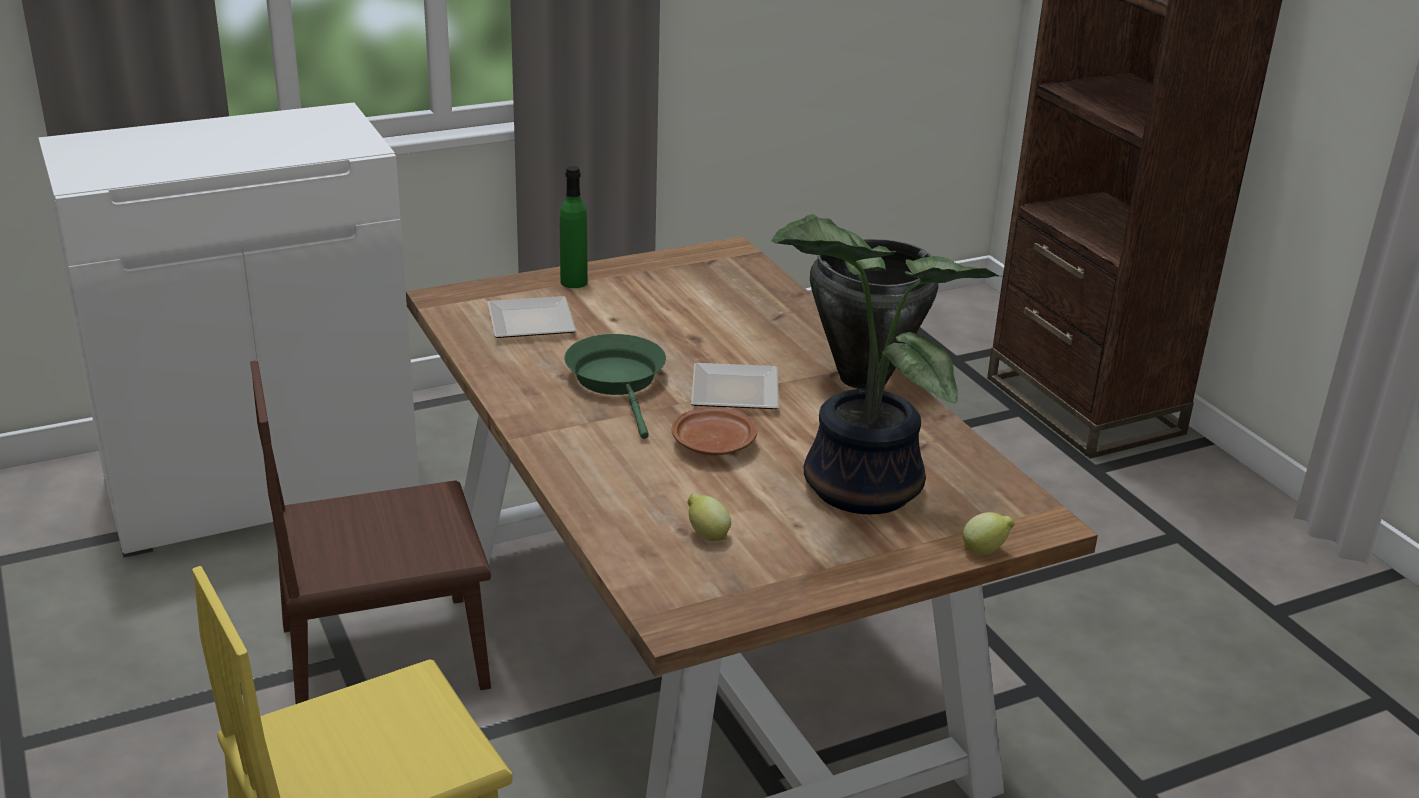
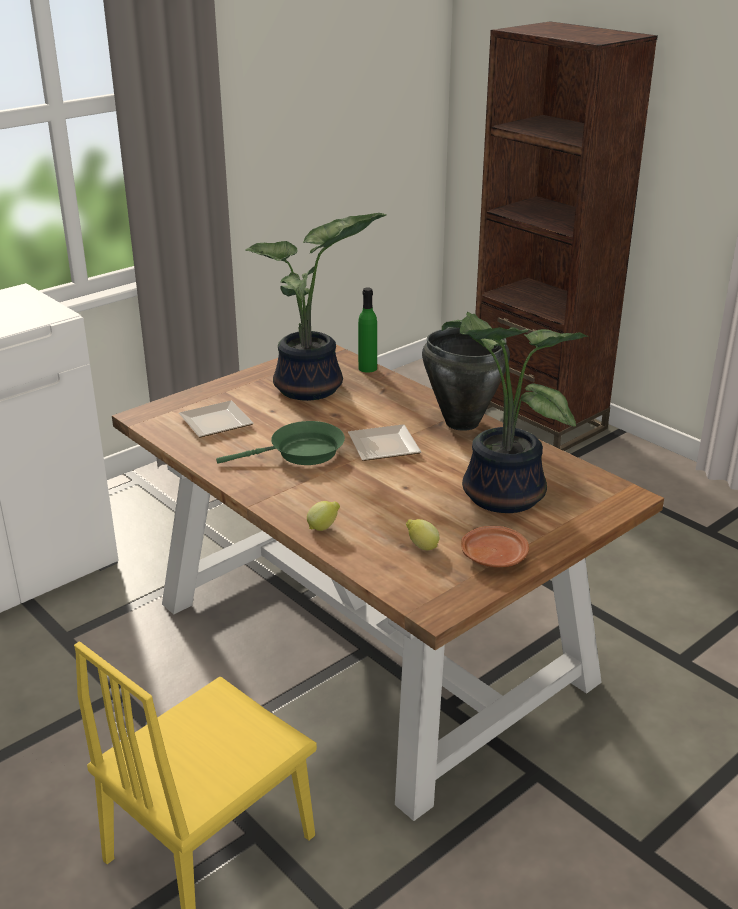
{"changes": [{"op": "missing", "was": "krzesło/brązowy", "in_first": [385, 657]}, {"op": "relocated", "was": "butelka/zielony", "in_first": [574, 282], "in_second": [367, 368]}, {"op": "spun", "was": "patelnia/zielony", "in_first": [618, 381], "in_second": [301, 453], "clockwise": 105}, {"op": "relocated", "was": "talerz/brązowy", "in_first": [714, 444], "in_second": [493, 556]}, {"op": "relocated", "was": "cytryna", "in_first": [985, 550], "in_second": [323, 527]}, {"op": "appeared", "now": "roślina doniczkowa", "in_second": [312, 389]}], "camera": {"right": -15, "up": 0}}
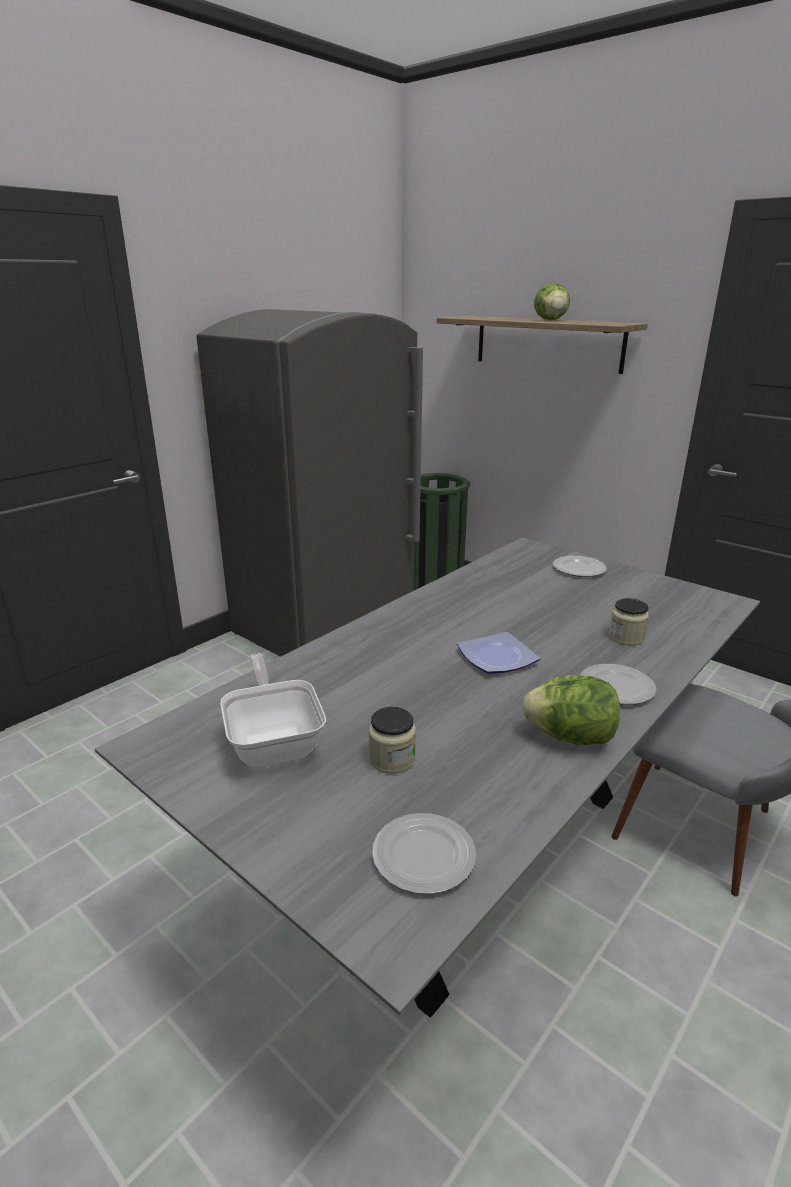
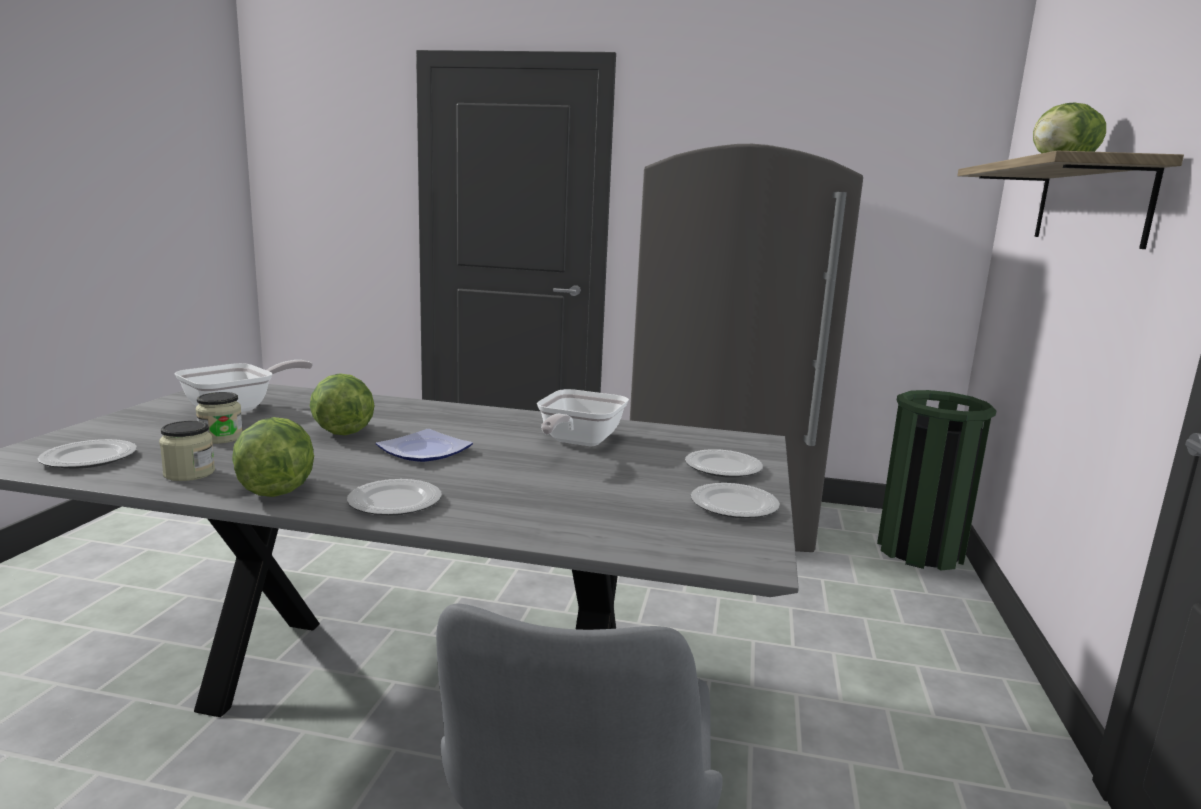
{"changes": [{"op": "relocated", "was": "słoik", "in_first": [626, 637], "in_second": [189, 473]}, {"op": "appeared", "now": "sałata", "in_second": [342, 431]}, {"op": "appeared", "now": "patelnia", "in_second": [577, 442]}, {"op": "appeared", "now": "talerz", "in_second": [734, 505]}], "camera": {"right": 60, "up": -10}}
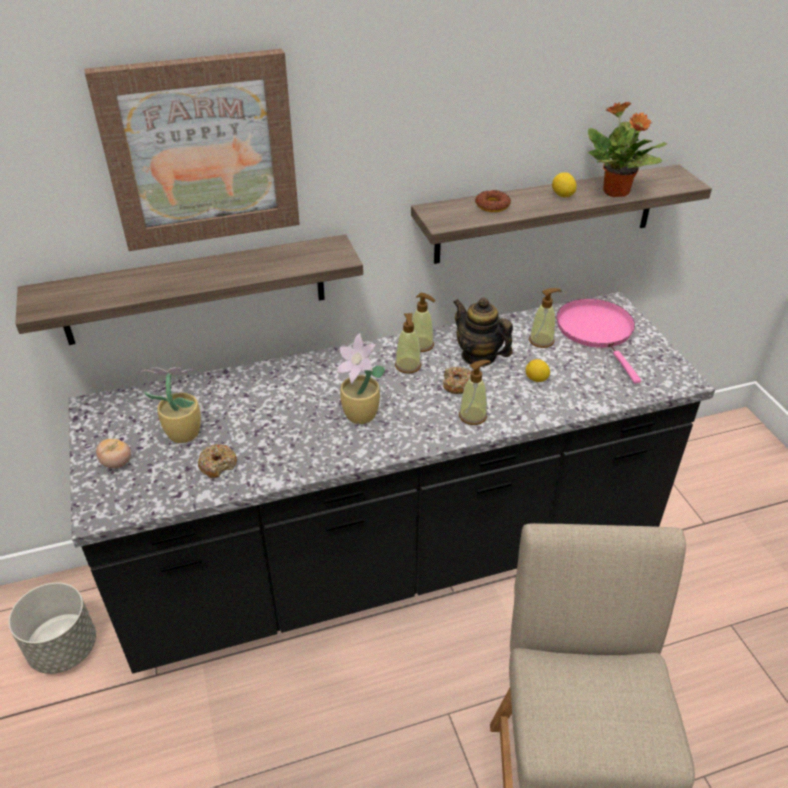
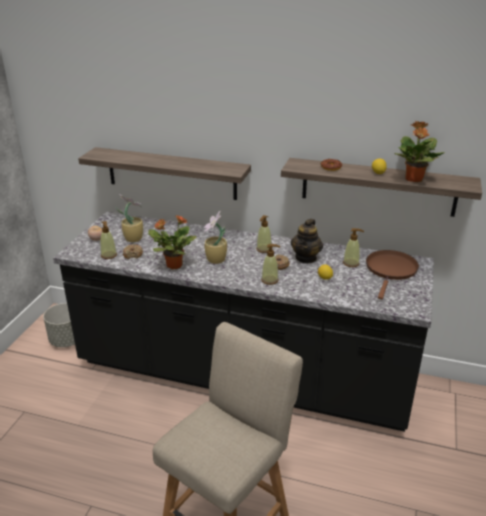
{"changes": [{"op": "missing", "was": "obraz", "in_first": [201, 151]}, {"op": "relocated", "was": "dozownik mydła", "in_first": [421, 345], "in_second": [109, 255]}, {"op": "spun", "was": "imbryk", "in_first": [479, 356], "in_second": [306, 258], "clockwise": -150}, {"op": "colour", "was": "patelnia/różowy", "now": "patelnia/brązowy", "in_first": [597, 331], "in_second": [391, 270]}, {"op": "appeared", "now": "roślina doniczkowa", "in_second": [173, 265]}], "camera": {"right": 35, "up": -10}}
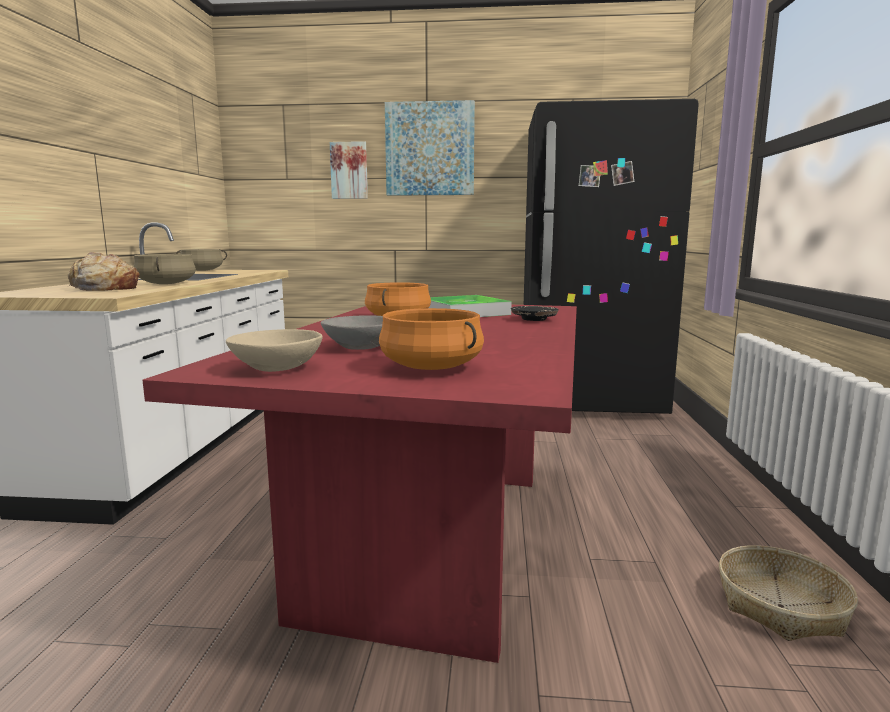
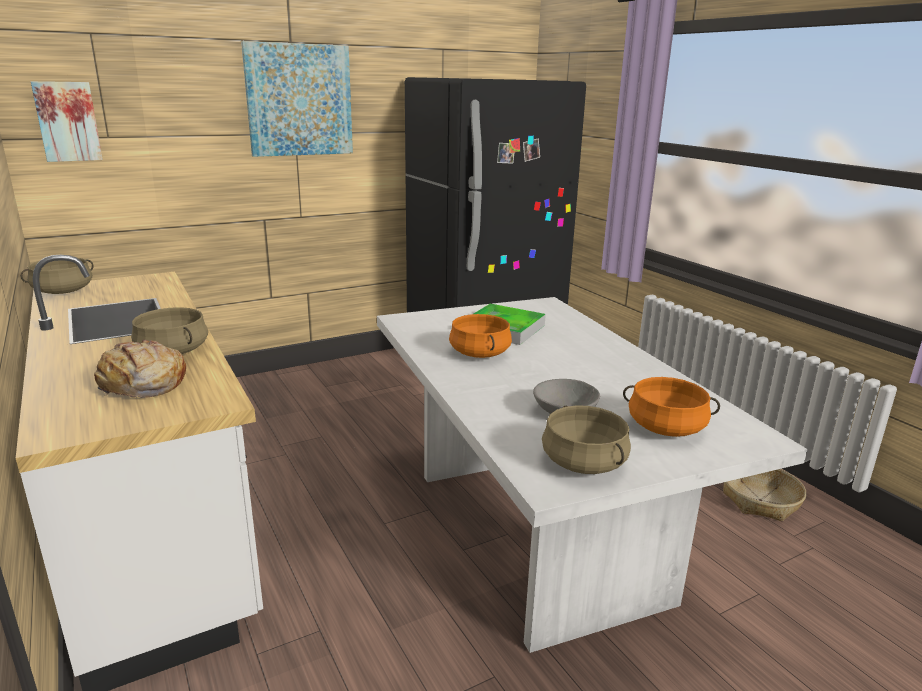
{"changes": [{"op": "colour", "was": "stół jadalny/czerwony", "now": "stół jadalny/biały", "in_first": [432, 537], "in_second": [533, 532]}, {"op": "exchanged", "was": "miska/beżowy", "now": "garnek/beżowy", "in_first": [277, 368], "in_second": [584, 463]}, {"op": "relocated", "was": "obraz", "in_first": [349, 170], "in_second": [67, 121]}, {"op": "missing", "was": "talerz/czarny", "in_first": [533, 319]}], "camera": {"right": -35, "up": 10}}
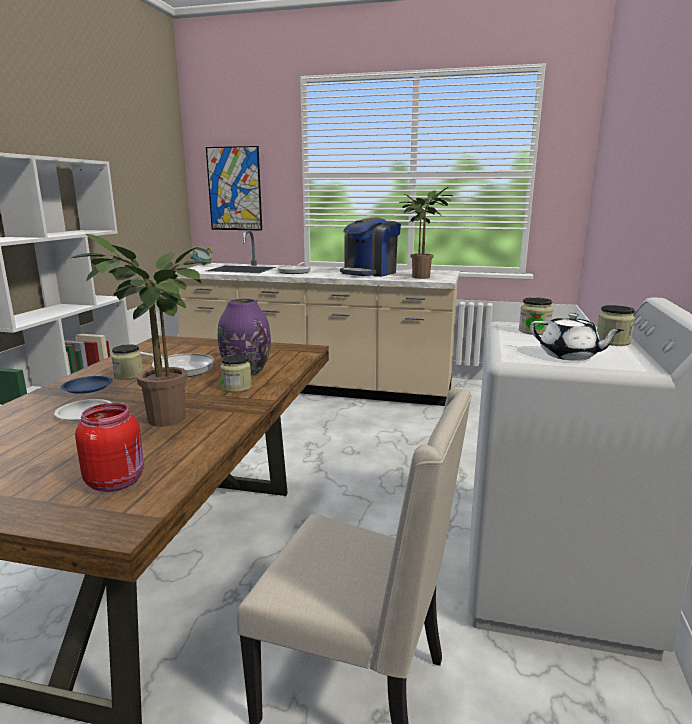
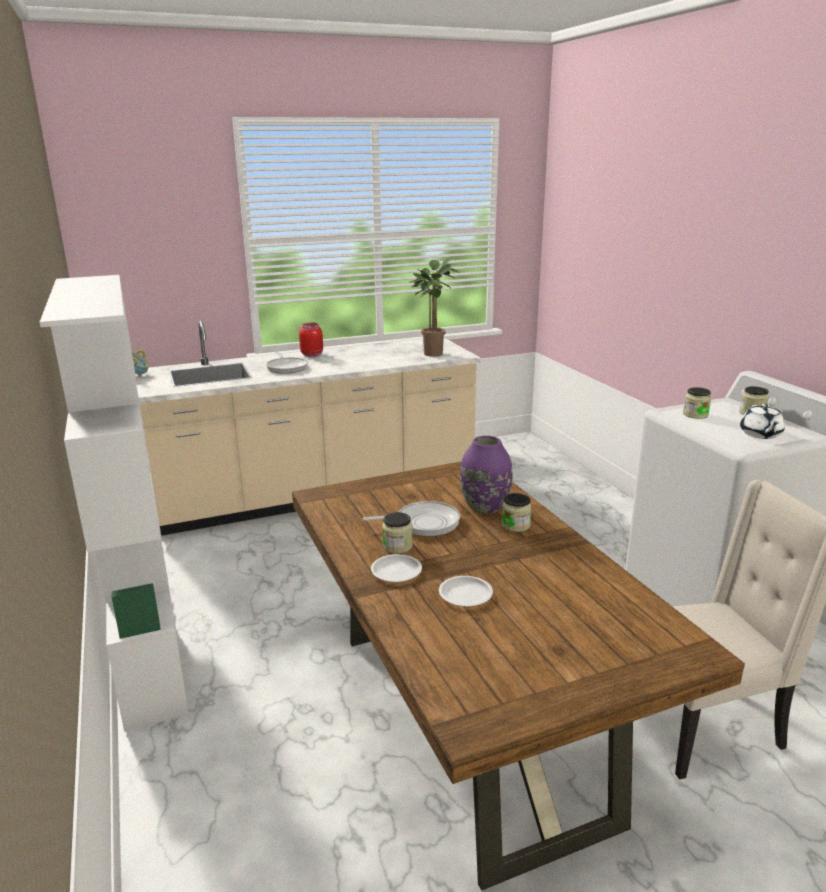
{"changes": [{"op": "colour", "was": "talerz/niebieski", "now": "talerz/biały", "in_first": [87, 388], "in_second": [396, 572]}, {"op": "missing", "was": "roślina doniczkowa", "in_first": [163, 421]}, {"op": "relocated", "was": "słoik/czerwony", "in_first": [116, 481], "in_second": [312, 354]}, {"op": "missing", "was": "obraz", "in_first": [234, 189]}, {"op": "missing", "was": "ekspres do kawy", "in_first": [370, 273]}, {"op": "spun", "was": "imbryk/biały", "in_first": [569, 356], "in_second": [760, 434], "clockwise": 90}], "camera": {"right": -35, "up": 5}}
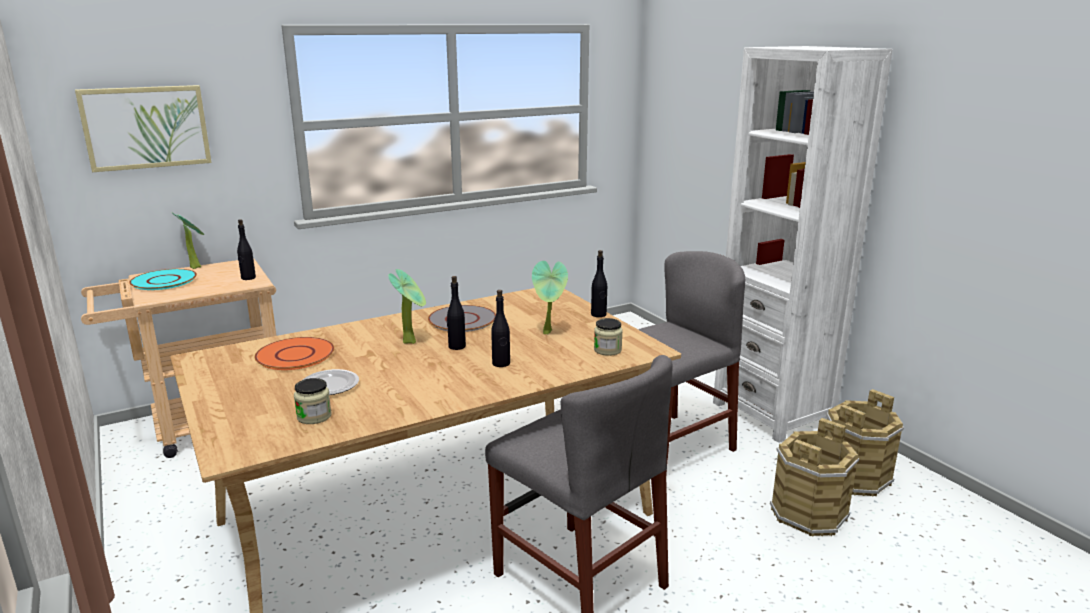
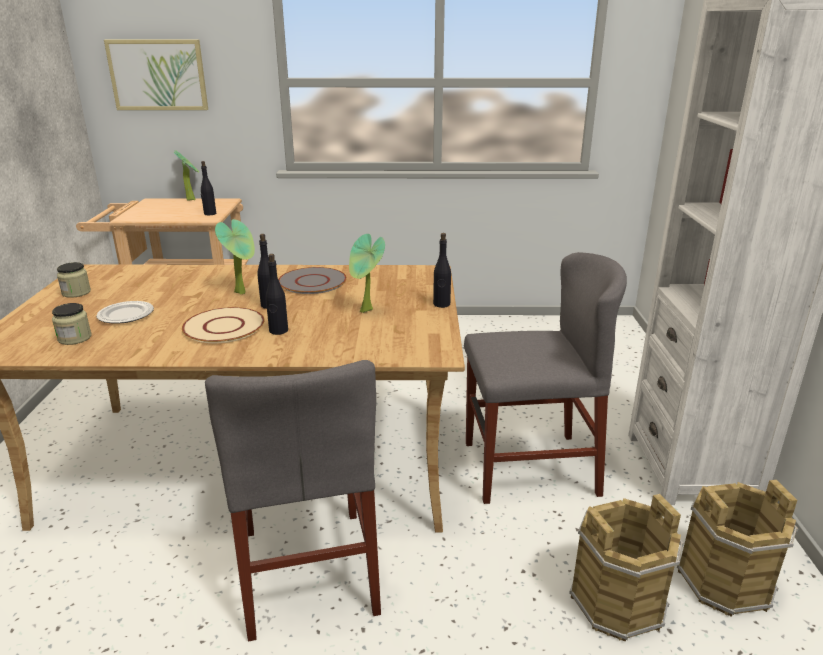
{"changes": [{"op": "missing", "was": "talerz/turkusowy", "in_first": [163, 281]}, {"op": "missing", "was": "talerz/pomarańczowy", "in_first": [295, 355]}, {"op": "relocated", "was": "słoik", "in_first": [607, 350], "in_second": [76, 292]}, {"op": "appeared", "now": "talerz/beżowy", "in_second": [224, 326]}], "camera": {"right": 30, "up": 5}}
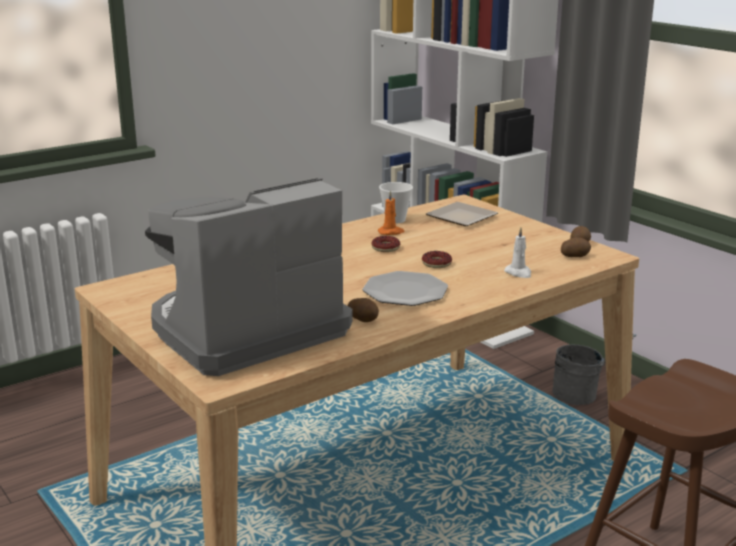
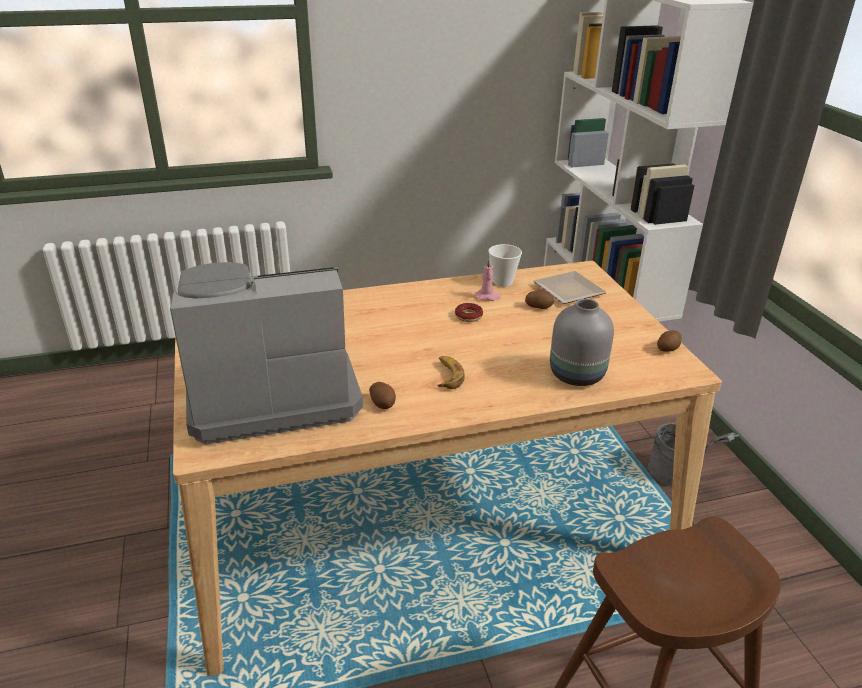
{"changes": [{"op": "exchanged", "was": "talerz", "now": "banan", "in_first": [405, 291], "in_second": [447, 376]}, {"op": "colour", "was": "świeca/pomarańczowy", "now": "świeca/różowy", "in_first": [391, 232], "in_second": [487, 297]}, {"op": "missing", "was": "donut", "in_first": [436, 263]}, {"op": "exchanged", "was": "świeca/biały", "now": "wazon/szary", "in_first": [518, 273], "in_second": [576, 376]}, {"op": "relocated", "was": "ziemniak", "in_first": [574, 256], "in_second": [538, 306]}], "camera": {"right": 20, "up": 10}}
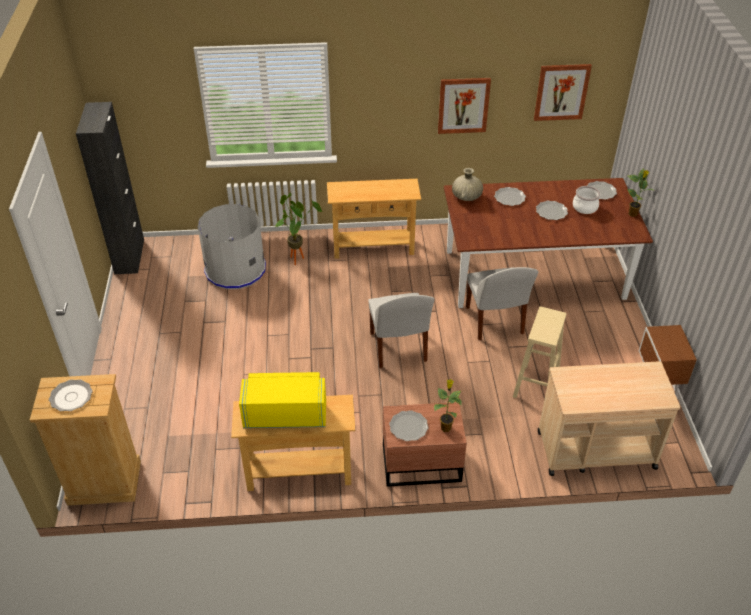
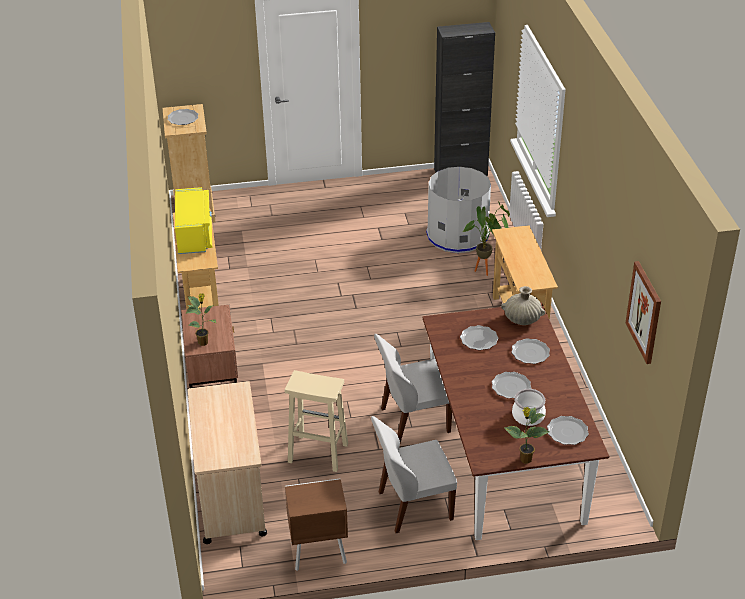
{"changes": [{"op": "relocated", "was": "krzesło/biały", "in_first": [398, 348], "in_second": [413, 506]}, {"op": "relocated", "was": "talerz", "in_first": [408, 427], "in_second": [478, 339]}, {"op": "missing", "was": "obraz", "in_first": [463, 105]}], "camera": {"right": 85, "up": -5}}
